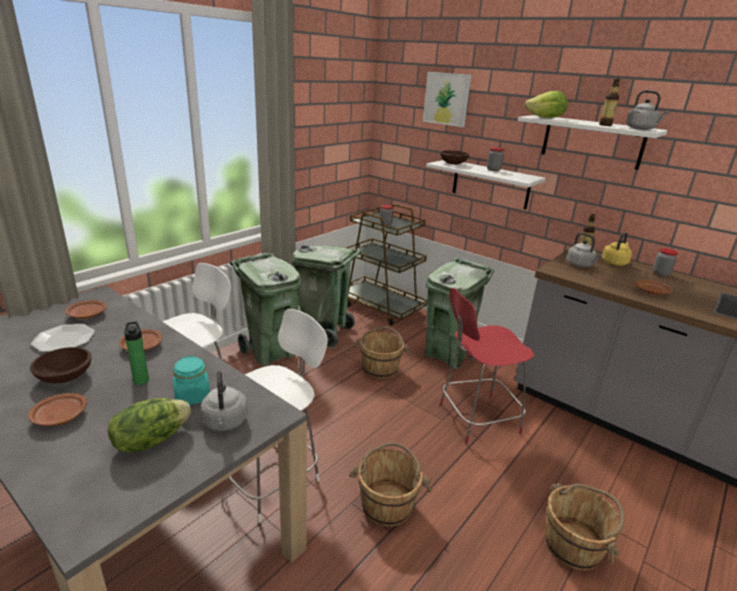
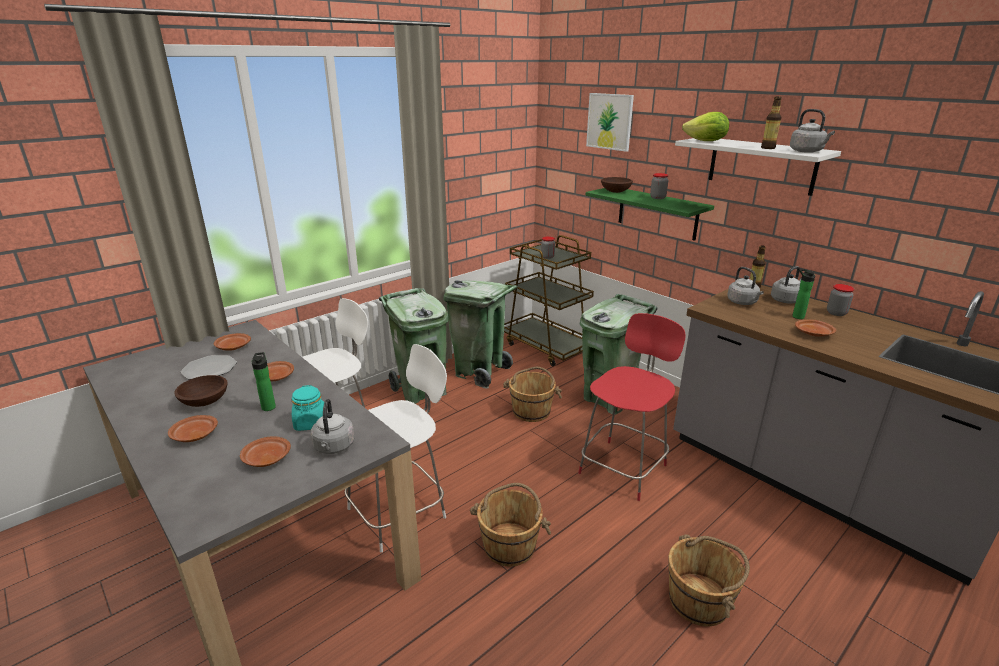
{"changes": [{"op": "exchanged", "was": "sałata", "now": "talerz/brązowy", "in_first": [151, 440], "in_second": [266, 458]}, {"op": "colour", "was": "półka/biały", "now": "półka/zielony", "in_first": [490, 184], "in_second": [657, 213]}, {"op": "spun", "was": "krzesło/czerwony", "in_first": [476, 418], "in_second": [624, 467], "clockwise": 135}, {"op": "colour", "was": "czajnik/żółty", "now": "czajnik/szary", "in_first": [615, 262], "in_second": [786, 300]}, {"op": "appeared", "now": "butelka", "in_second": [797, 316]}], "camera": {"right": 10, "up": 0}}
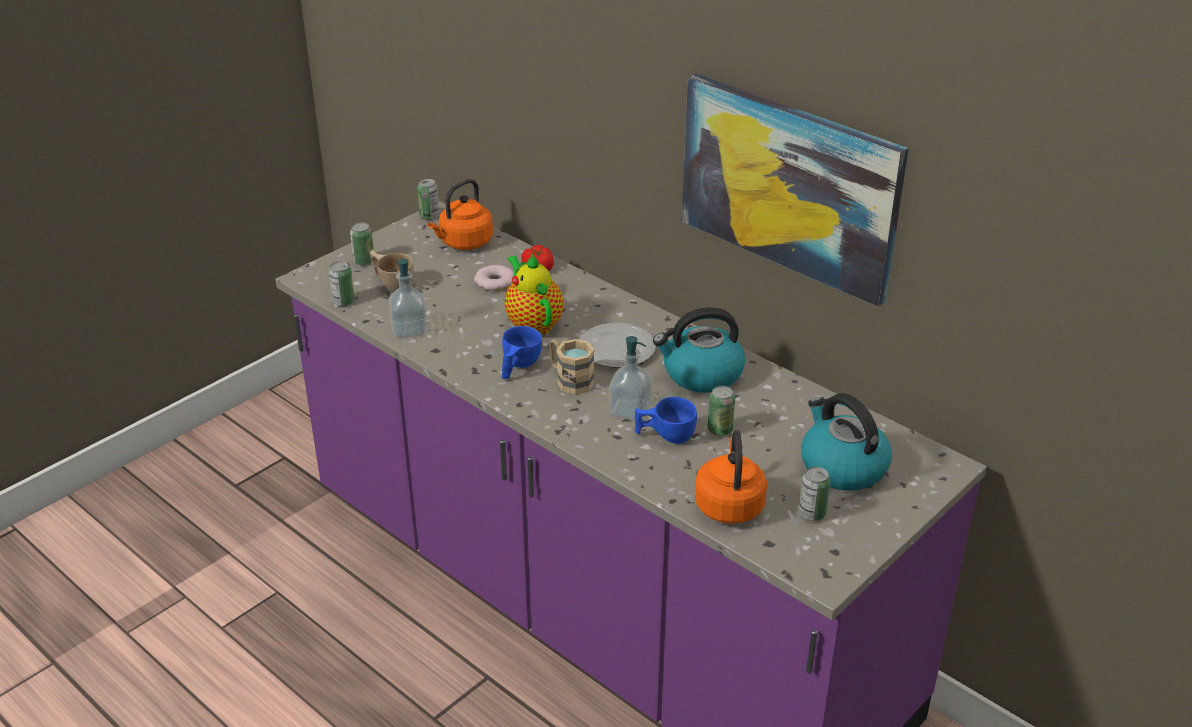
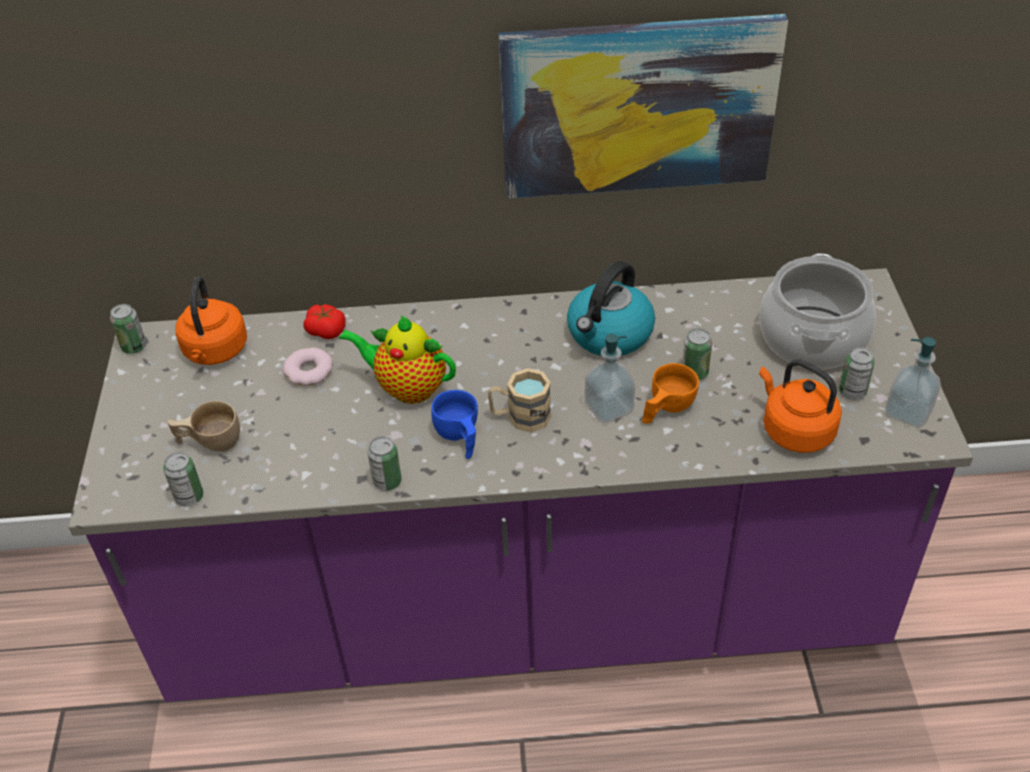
{"changes": [{"op": "relocated", "was": "puszka", "in_first": [364, 261], "in_second": [387, 481]}, {"op": "relocated", "was": "dozownik mydła", "in_first": [409, 330], "in_second": [907, 412]}, {"op": "missing", "was": "talerz", "in_first": [616, 349]}, {"op": "colour", "was": "filiżanka/niebieski", "now": "filiżanka/pomarańczowy", "in_first": [665, 435], "in_second": [665, 409]}, {"op": "exchanged", "was": "czajnik", "now": "garnek", "in_first": [841, 467], "in_second": [813, 339]}], "camera": {"right": -45, "up": 10}}
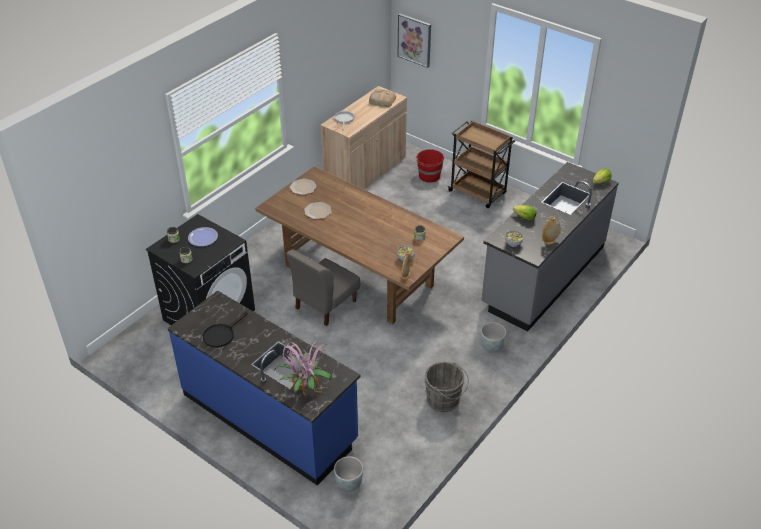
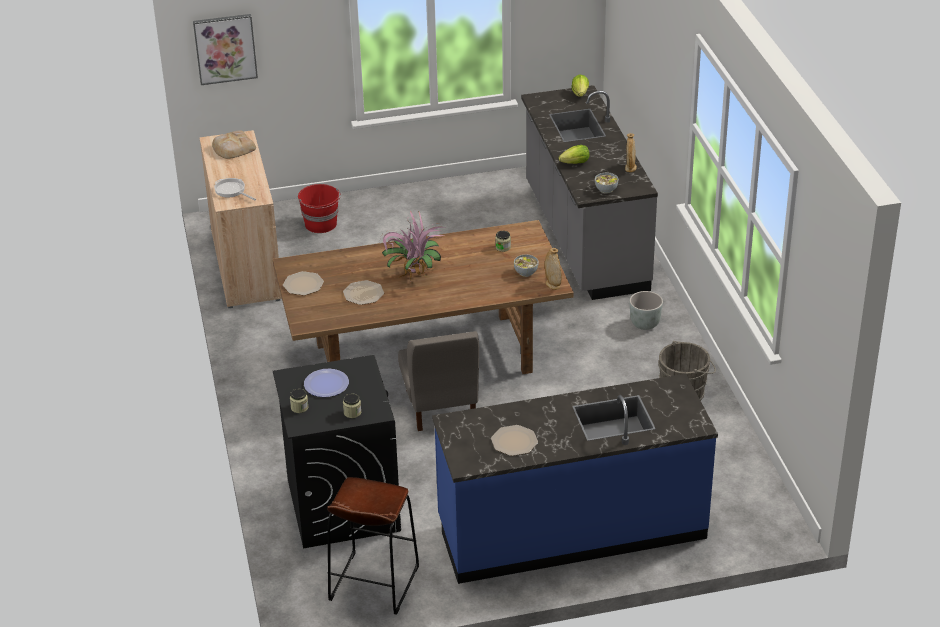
{"changes": [{"op": "exchanged", "was": "patelnia/czarny", "now": "talerz", "in_first": [222, 334], "in_second": [514, 442]}, {"op": "relocated", "was": "roślina doniczkowa", "in_first": [304, 387], "in_second": [413, 276]}, {"op": "missing", "was": "donica/szary", "in_first": [348, 483]}, {"op": "missing", "was": "wózek/brązowy", "in_first": [478, 193]}, {"op": "appeared", "now": "stołek/brązowy", "in_second": [373, 583]}], "camera": {"right": -50, "up": -5}}
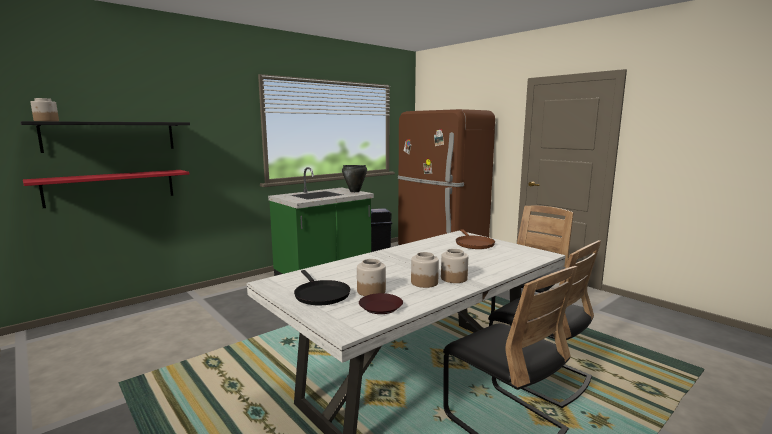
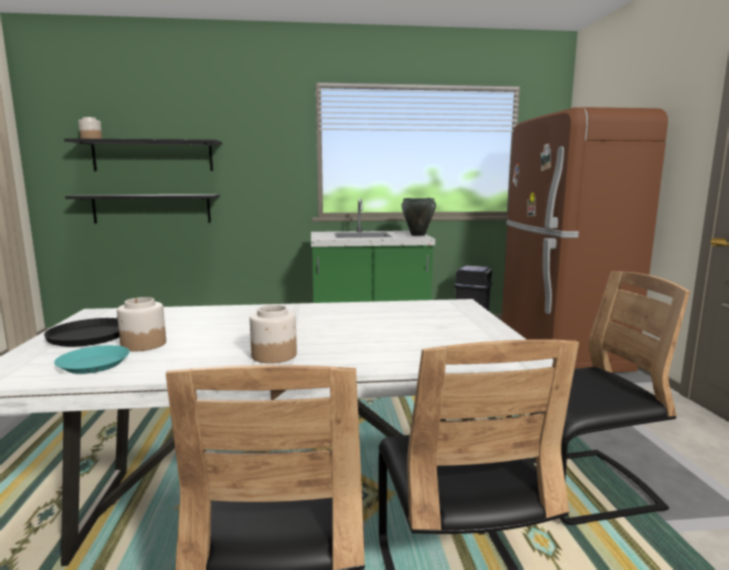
{"changes": [{"op": "colour", "was": "półka/czerwony", "now": "półka/czarny", "in_first": [111, 187], "in_second": [152, 208]}, {"op": "colour", "was": "talerz/brązowy", "now": "talerz/turkusowy", "in_first": [381, 307], "in_second": [94, 365]}, {"op": "missing", "was": "słoik", "in_first": [424, 282]}, {"op": "missing", "was": "patelnia/brązowy", "in_first": [473, 244]}], "camera": {"right": 35, "up": 0}}
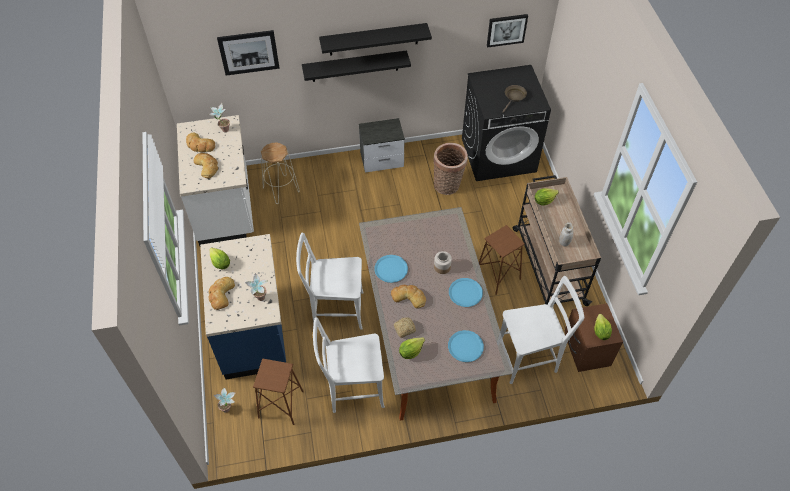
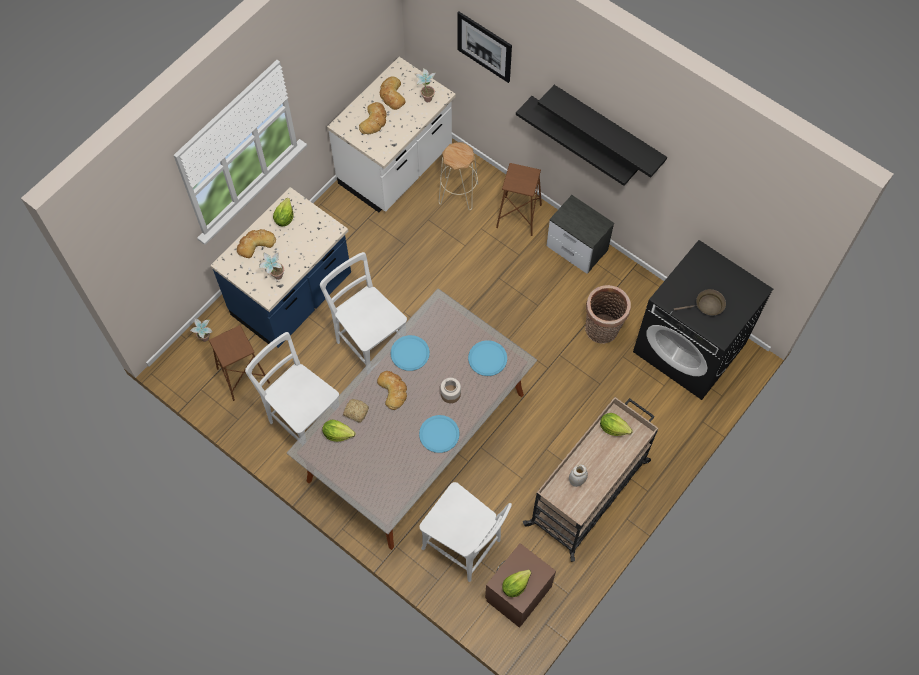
{"changes": [{"op": "relocated", "was": "talerz/niebieski", "in_first": [465, 346], "in_second": [487, 358]}, {"op": "relocated", "was": "stołek/brązowy", "in_first": [498, 275], "in_second": [519, 216]}, {"op": "missing", "was": "obraz", "in_first": [506, 30]}], "camera": {"right": 50, "up": 10}}
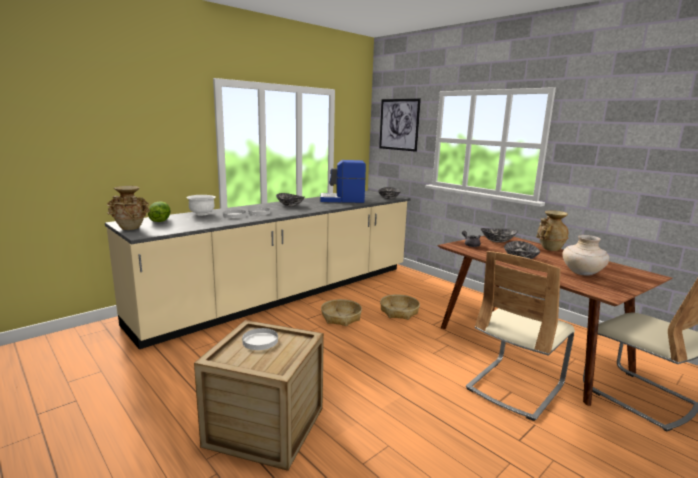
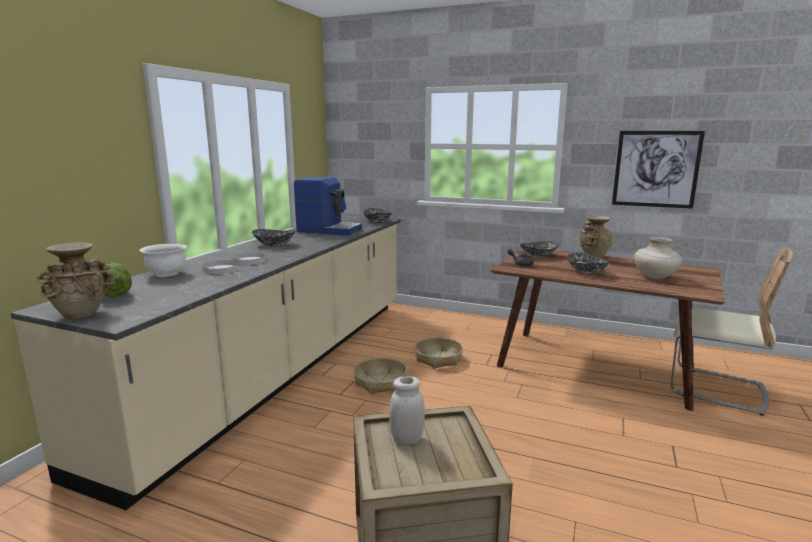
{"changes": [{"op": "exchanged", "was": "talerz/biały", "now": "słoik/biały", "in_first": [260, 341], "in_second": [406, 439]}, {"op": "spun", "was": "ekspres do kawy", "in_first": [342, 200], "in_second": [329, 230], "clockwise": -135}, {"op": "relocated", "was": "obraz", "in_first": [399, 124], "in_second": [656, 169]}, {"op": "missing", "was": "krzesło/beżowy", "in_first": [515, 387]}], "camera": {"right": -25, "up": 0}}
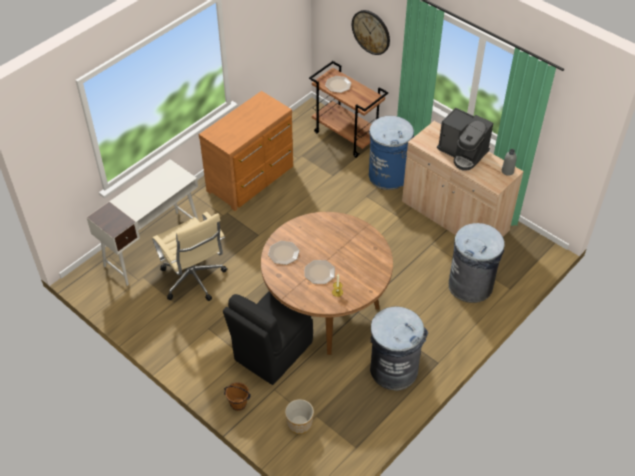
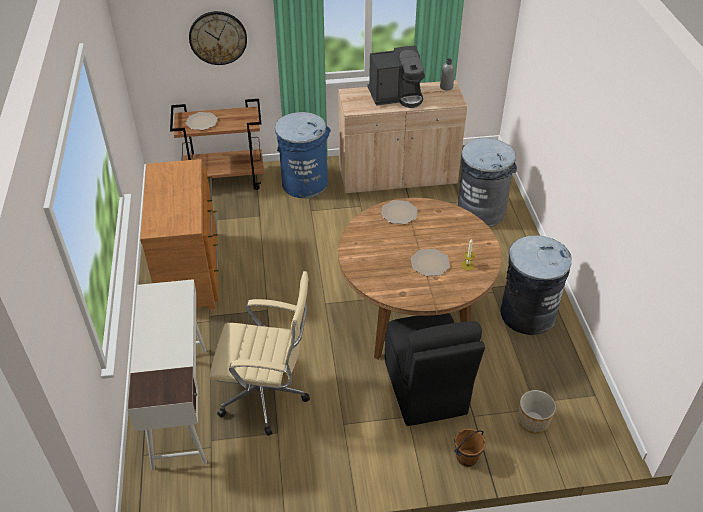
{"changes": [{"op": "relocated", "was": "talerz", "in_first": [283, 253], "in_second": [399, 213]}], "camera": {"right": -50, "up": -5}}
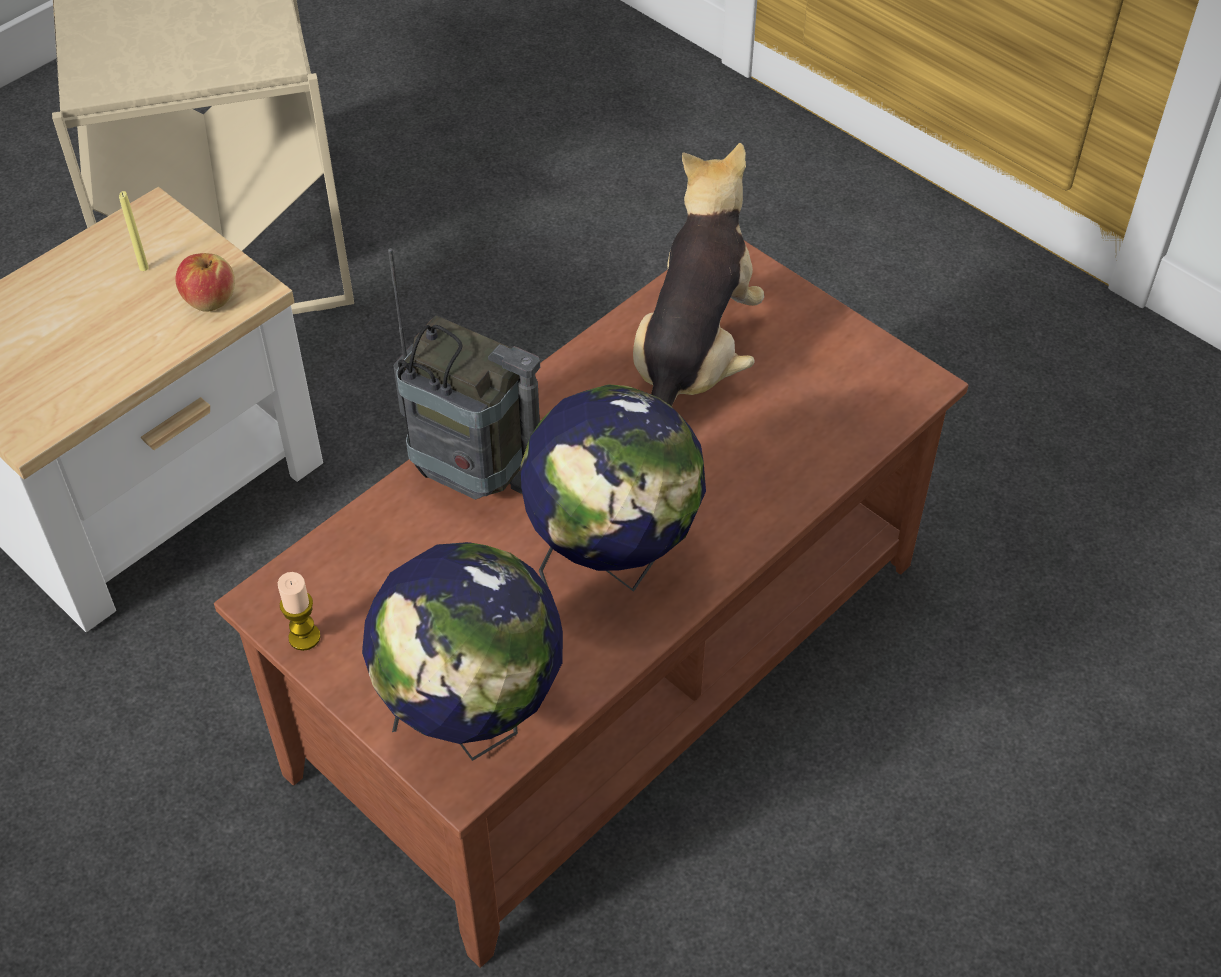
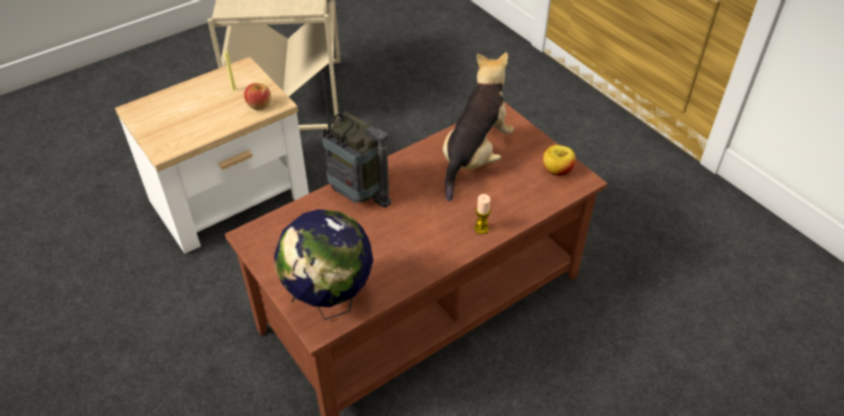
{"changes": [{"op": "relocated", "was": "świeca", "in_first": [304, 637], "in_second": [481, 228]}, {"op": "missing", "was": "globus", "in_first": [613, 563]}, {"op": "appeared", "now": "jabłko", "in_second": [557, 170]}], "camera": {"right": 10, "up": -5}}
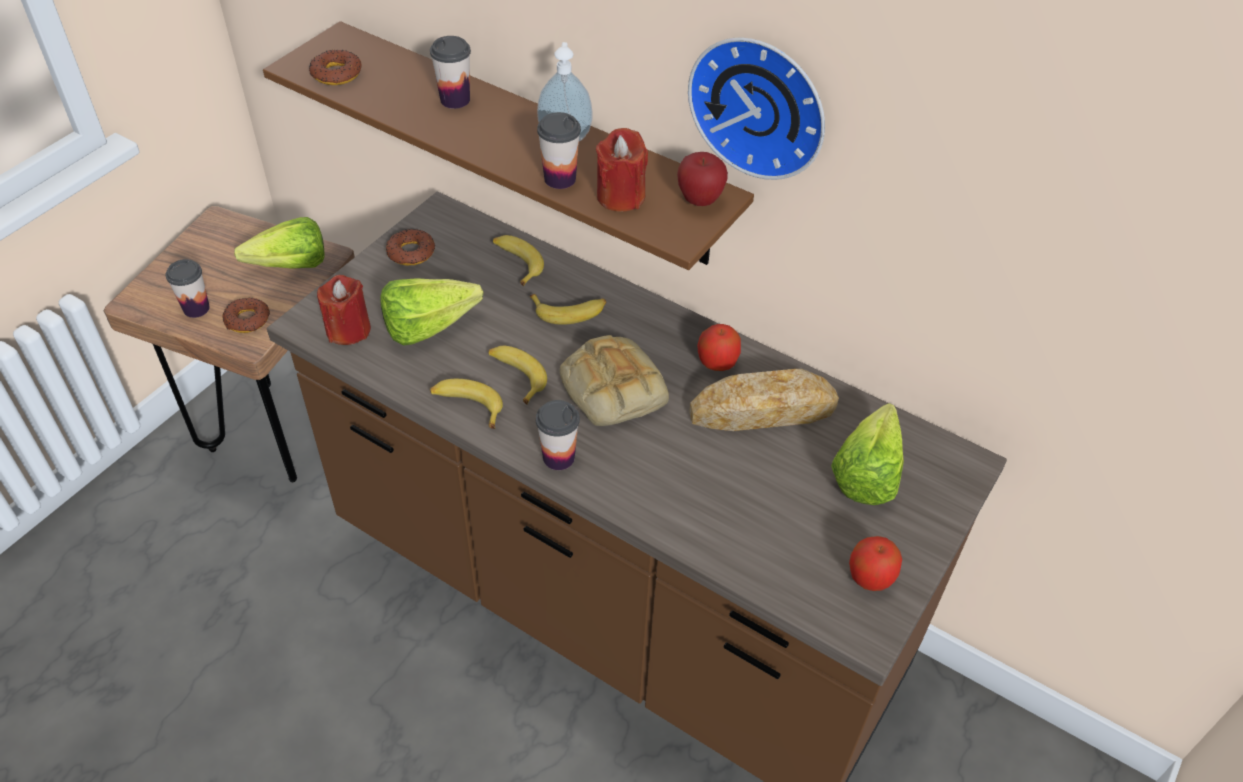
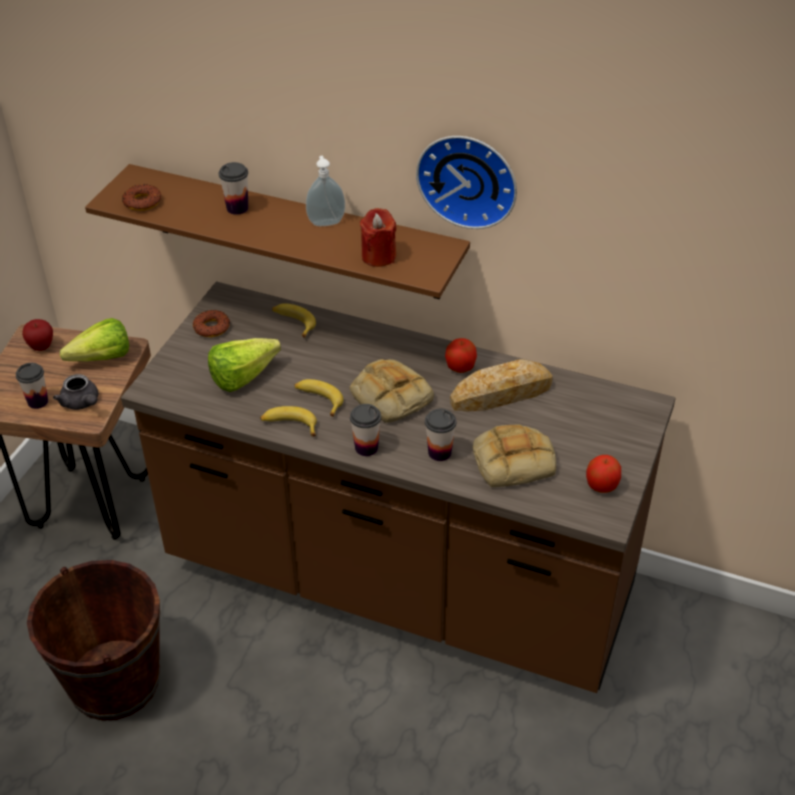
{"changes": [{"op": "exchanged", "was": "donut", "now": "imbryk/szary", "in_first": [247, 320], "in_second": [82, 403]}, {"op": "missing", "was": "świeca/czerwony", "in_first": [348, 330]}, {"op": "missing", "was": "banan", "in_first": [569, 311]}, {"op": "relocated", "was": "filiżanka", "in_first": [560, 179], "in_second": [439, 452]}, {"op": "relocated", "was": "jabłko", "in_first": [700, 200], "in_second": [41, 347]}, {"op": "missing", "was": "sałata", "in_first": [871, 468]}, {"op": "appeared", "now": "wiadro/brązowy", "in_second": [114, 681]}, {"op": "appeared", "now": "chleb", "in_second": [514, 460]}], "camera": {"right": -10, "up": -5}}
